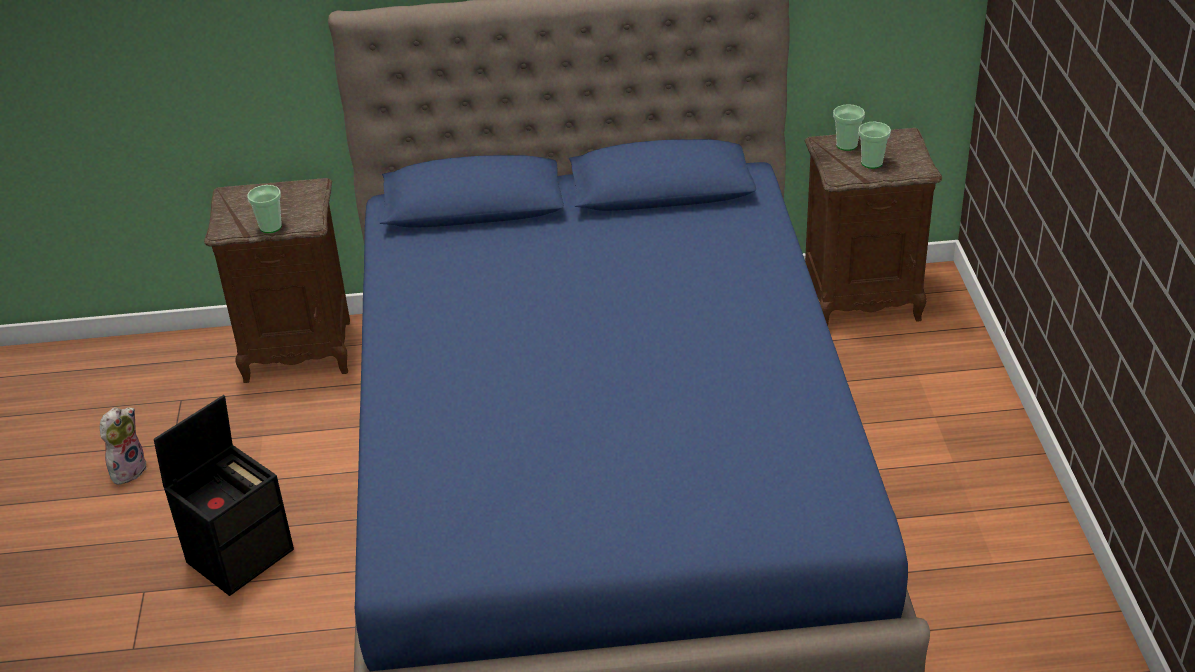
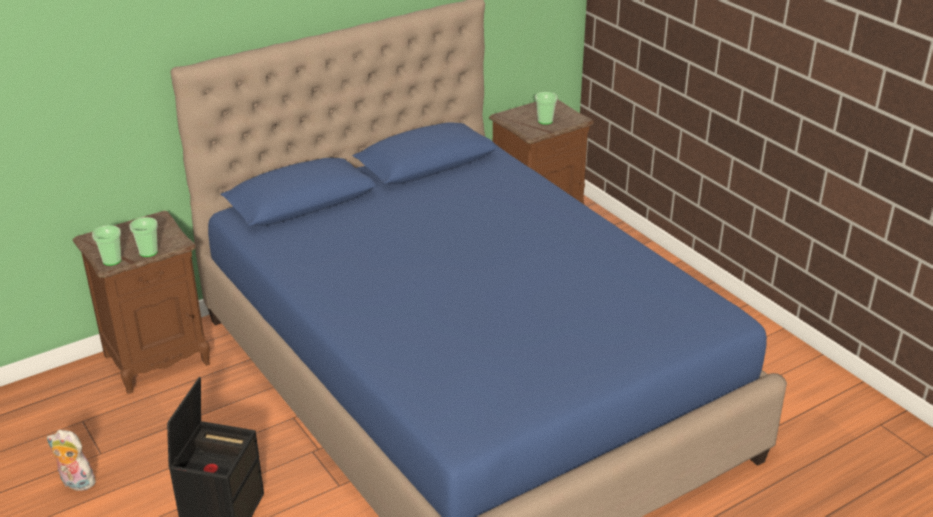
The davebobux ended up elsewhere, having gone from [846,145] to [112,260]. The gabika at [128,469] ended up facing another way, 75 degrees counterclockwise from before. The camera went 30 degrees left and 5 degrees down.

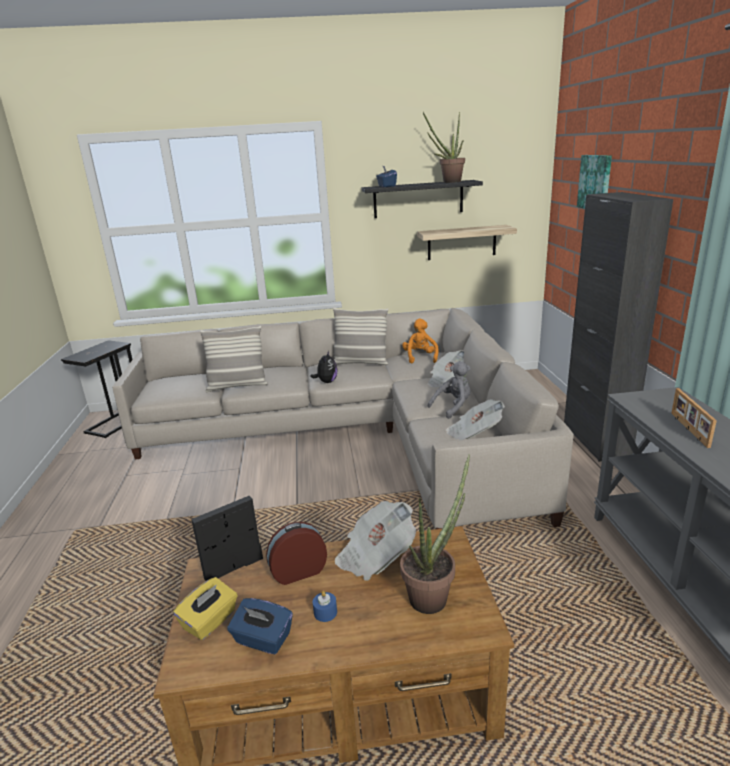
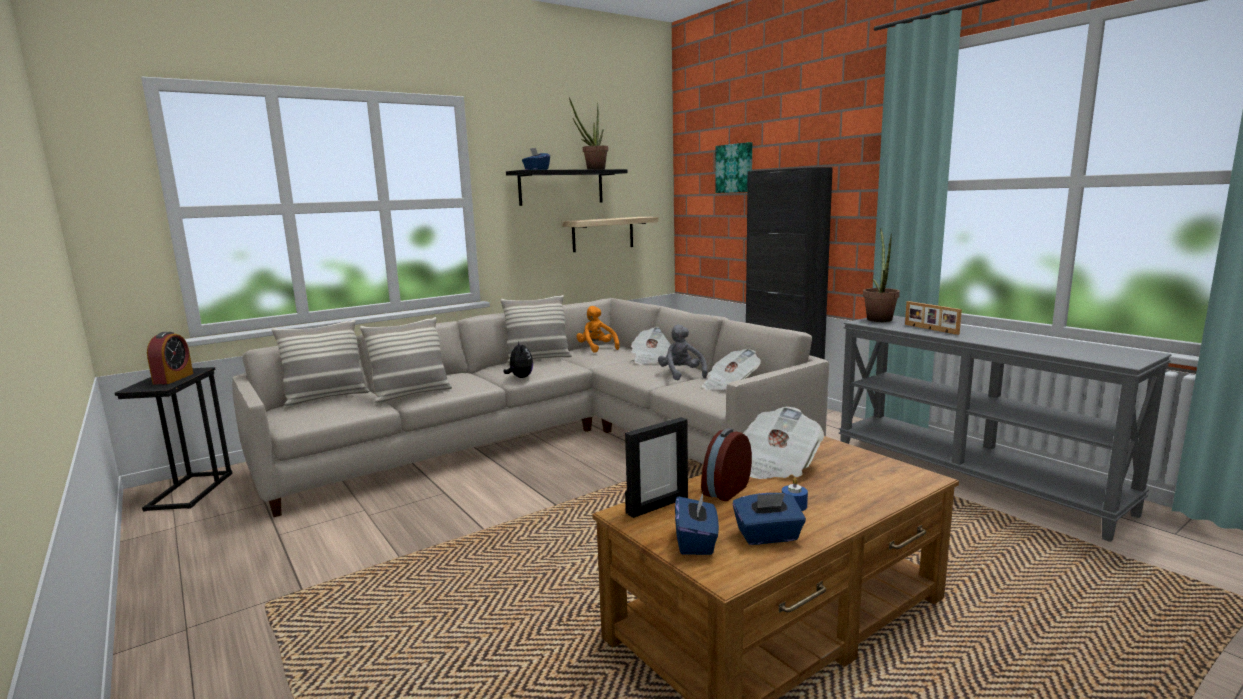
The gabika (grey) at [453,407] ended up facing another way, 45 degrees counterclockwise from before. The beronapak ended up elsewhere, having gone from [433,595] to [879,318]. The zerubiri at [234,568] ended up facing another way, 150 degrees counterclockwise from before. What was the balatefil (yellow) at [210,621] turned into the balatefil (blue) at [696,542]. The second view gained the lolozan at [326,398]. The second view gained the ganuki at [173,378]. The camera went 30 degrees left and 10 degrees down.

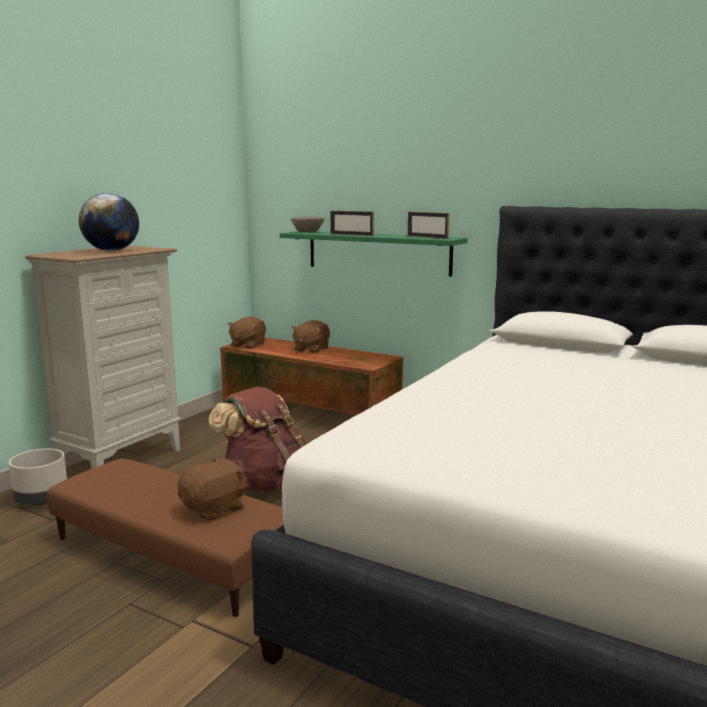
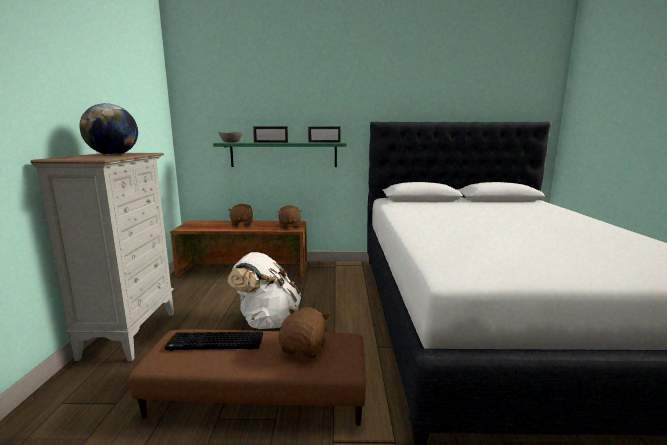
The gabika (brown) ended up elsewhere, having gone from [247,345] to [289,226]. What was the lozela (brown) at [265,483] turned into the lozela (white) at [267,322]. The second view lost the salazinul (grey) at [41,500]. The second view gained the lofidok at [214,343]. The camera went 30 degrees left and 0 degrees up.

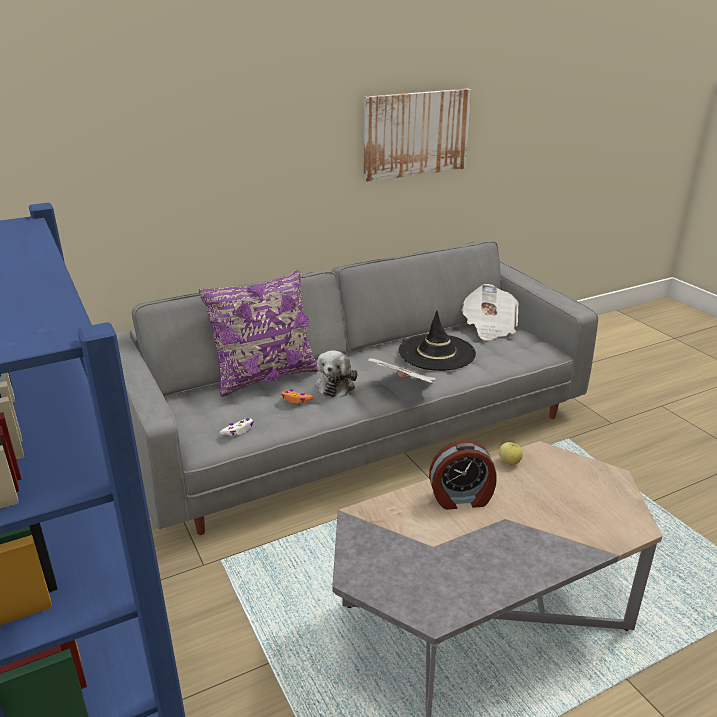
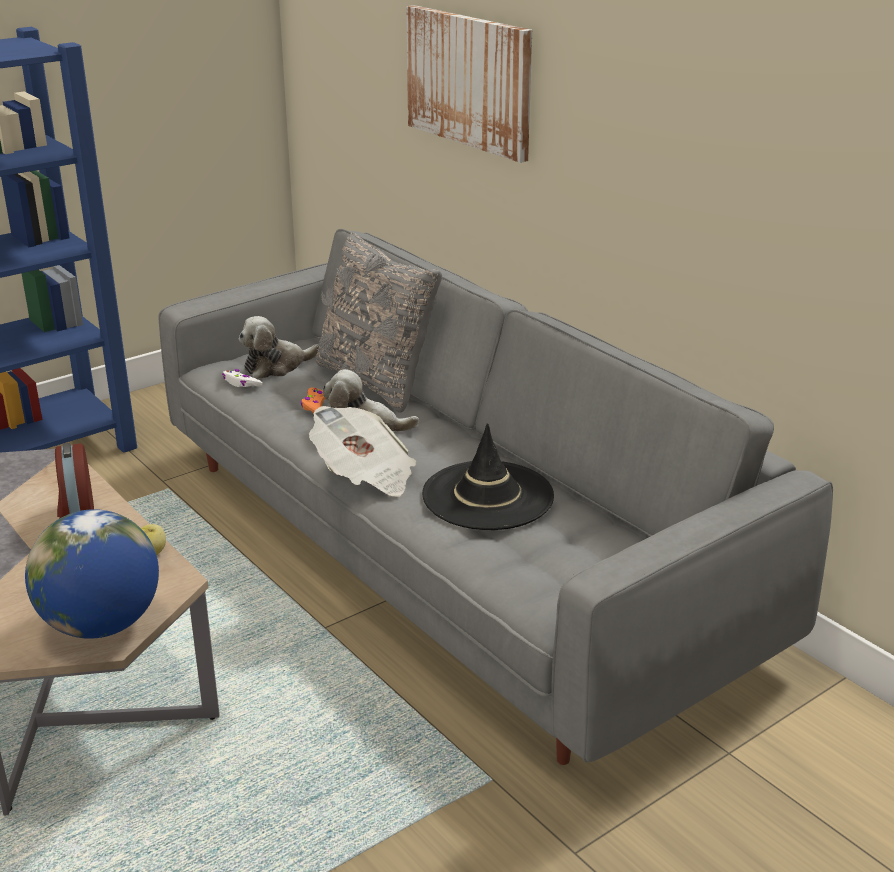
The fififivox ended up elsewhere, having gone from [415,134] to [469,80]. What was the lolozan (purple) at [265,378] turned into the lolozan (grey) at [373,383]. The second view lost the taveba at [489,327]. The second view gained the gabika at [276,366]. The second view gained the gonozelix at [102,625]. The camera went 80 degrees right and 0 degrees up.

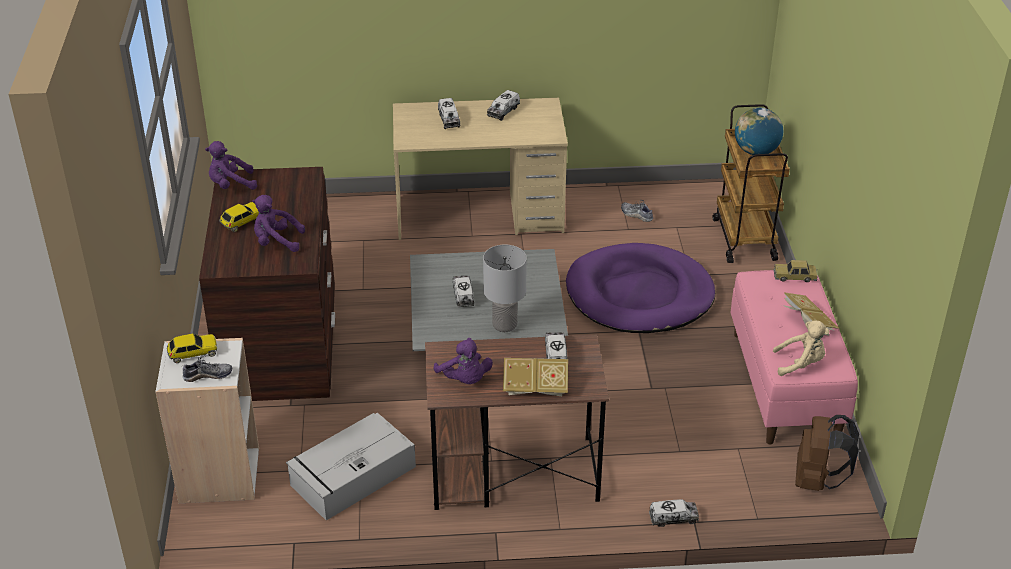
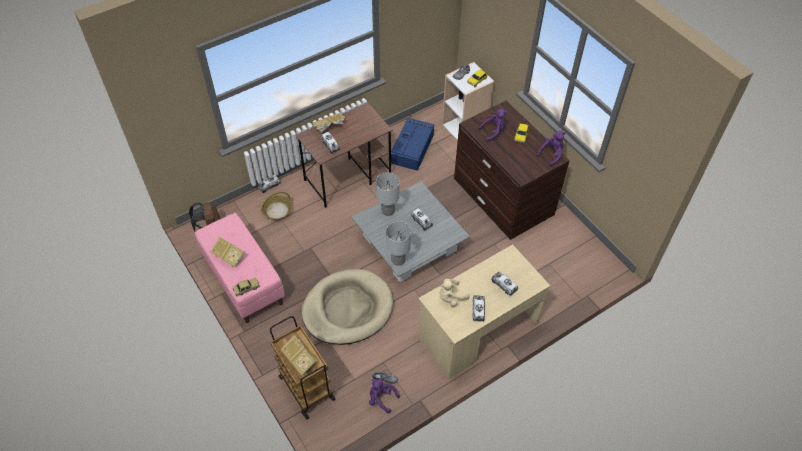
Where the gonozelix stood at [756,152], the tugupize came to stand at [300,359]. What was the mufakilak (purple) at [639,294] turned into the mufakilak (beige) at [347,309]. The gabika (beige) ended up elsewhere, having gone from [801,363] to [451,297]. The gabika (purple) ended up elsewhere, having gone from [465,380] to [381,399]. What was the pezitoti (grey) at [351,477] turned into the pezitoti (blue) at [412,148]. The second view gained the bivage at [277,210]. The second view gained the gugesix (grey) at [398,260]. The camera went 150 degrees right and 15 degrees up.

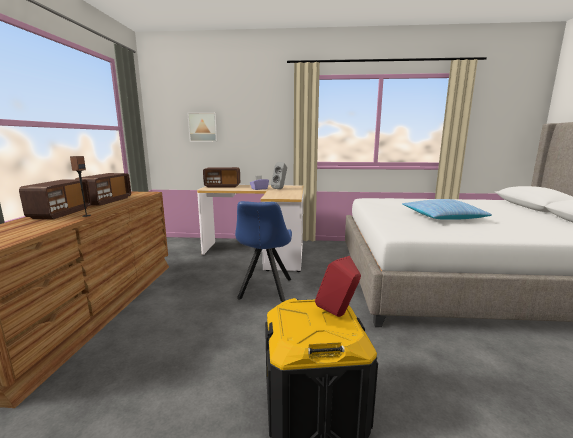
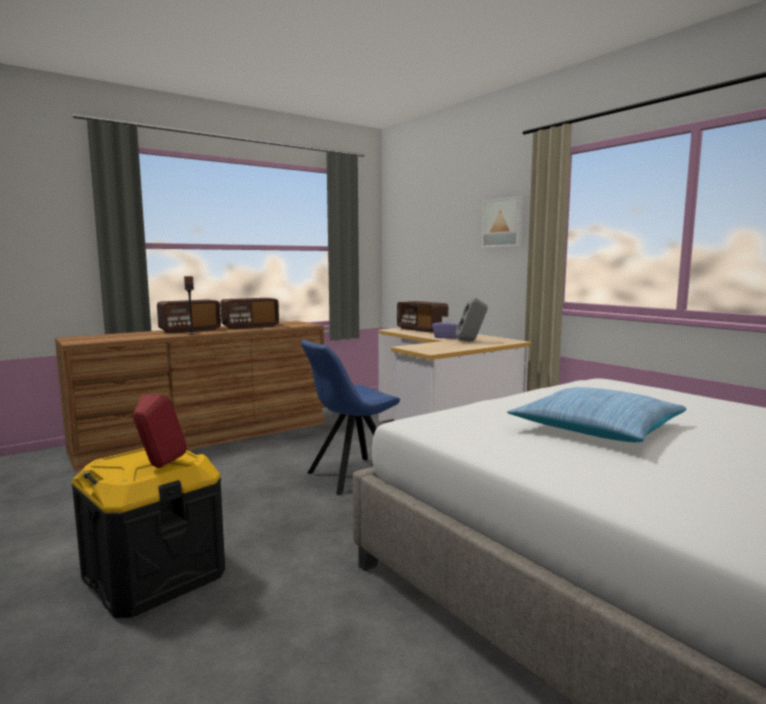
The fififivox ended up elsewhere, having gone from [203,127] to [503,223]. The camera went 50 degrees right and 5 degrees down.

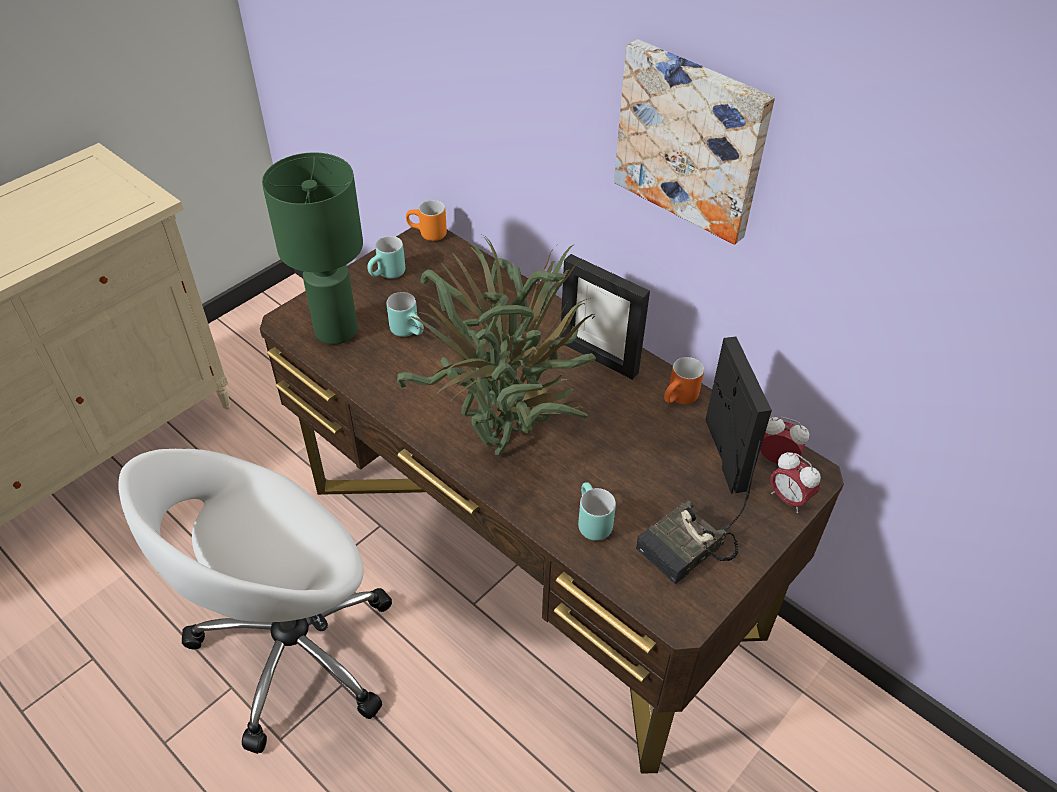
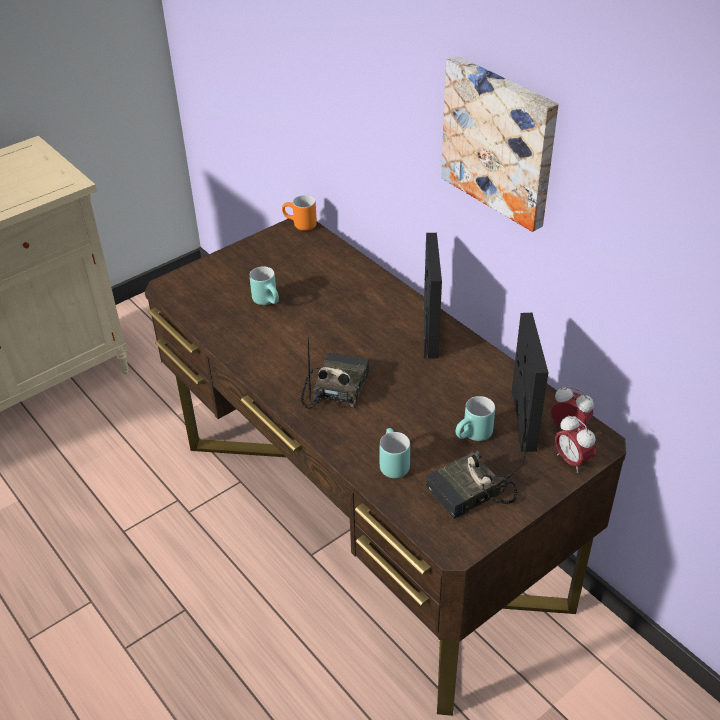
The second view lost the gugesix (green) at [335,330]. Where the beronapak stood at [508,433], the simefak came to stand at [335,388]. The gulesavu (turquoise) ended up elsewhere, having gone from [388,275] to [474,437]. The zerubiri at [599,356] ended up facing another way, 135 degrees counterclockwise from before. The second view lost the gulesavu (orange) at [680,400]. The second view lost the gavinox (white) at [290,652]. The camera went 10 degrees right and 5 degrees down.

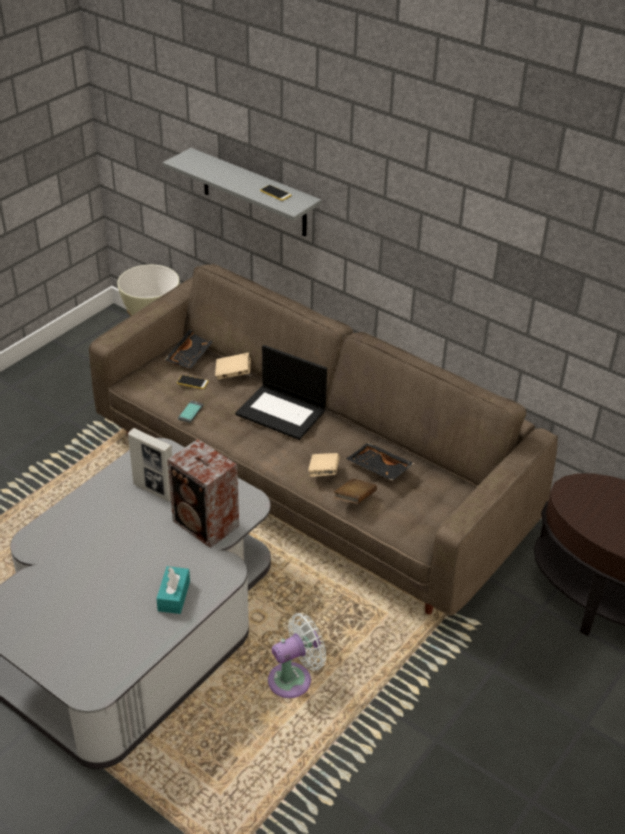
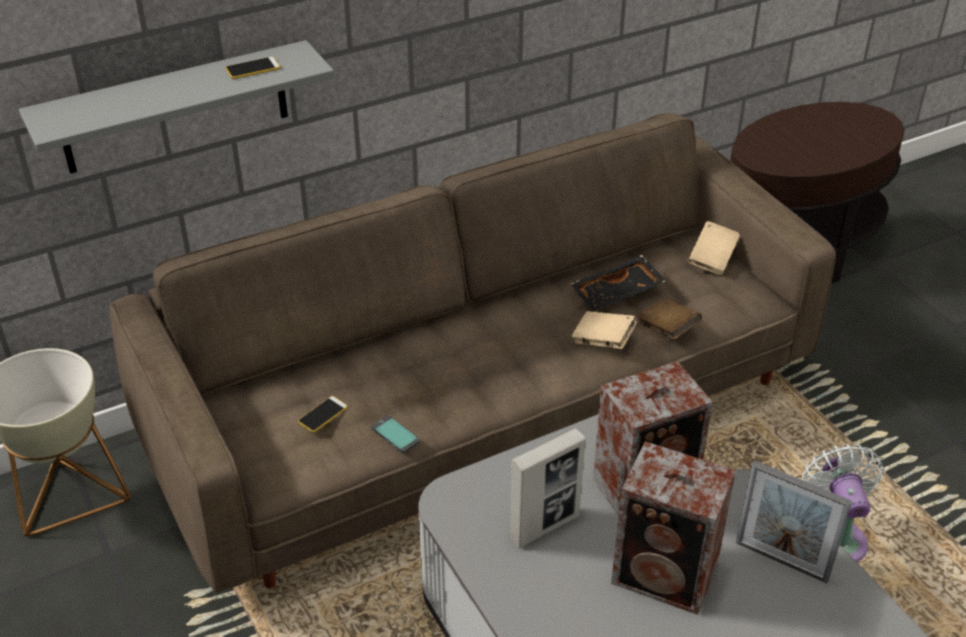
The second view lost the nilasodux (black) at [192,354]. The second view lost the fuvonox at [282,412]. The tugupize (beige) ended up elsewhere, having gone from [233,373] to [712,259]. Where the balatefil (turquoise) stood at [174,596], the zerubiri came to stand at [781,561]. The second view gained the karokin at [667,576]. The camera went 65 degrees left and 0 degrees up.

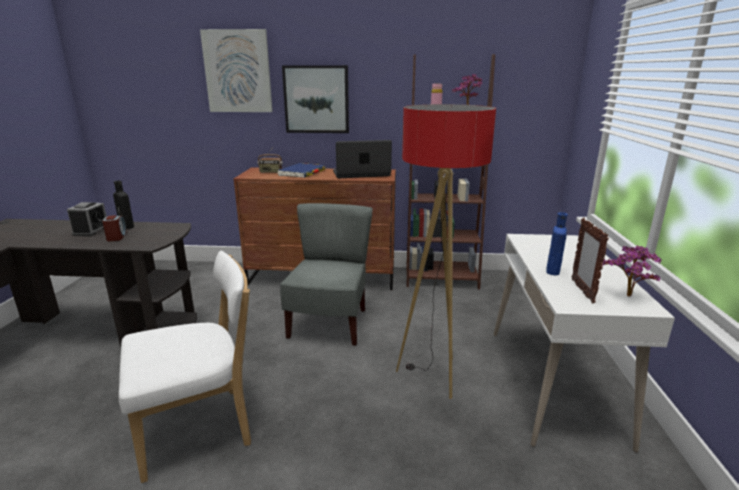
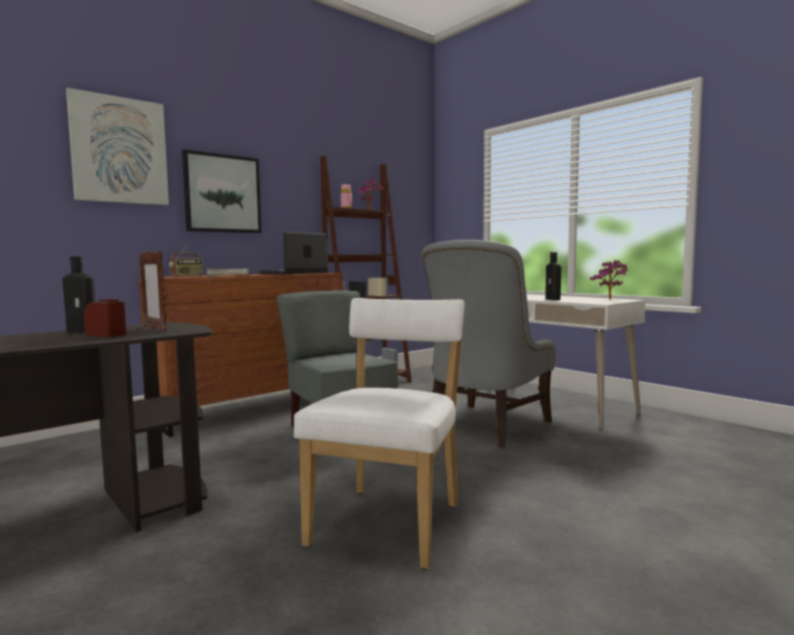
Where the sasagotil stood at [432,375], the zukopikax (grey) came to stand at [485,425]. The second view lost the ganuki at [91,231]. What was the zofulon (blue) at [553,271] turned into the zofulon (black) at [553,299]. The zerubiri ended up elsewhere, having gone from [582,291] to [155,329]. The camera went 45 degrees left and 15 degrees down.

